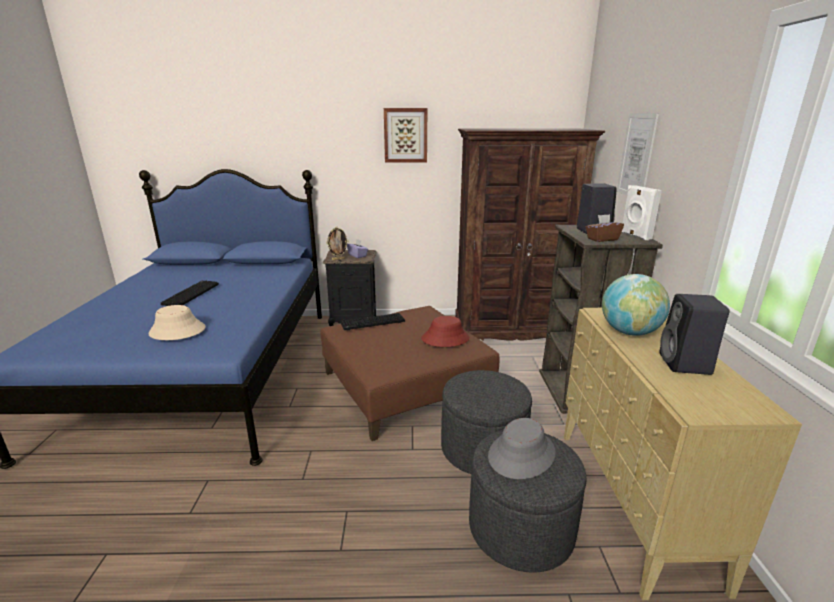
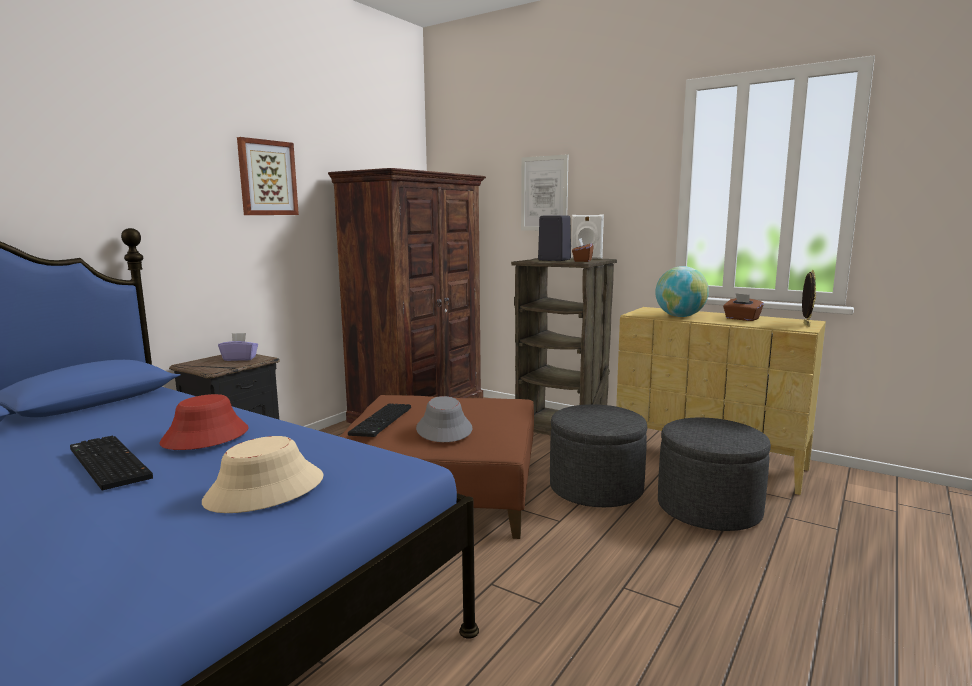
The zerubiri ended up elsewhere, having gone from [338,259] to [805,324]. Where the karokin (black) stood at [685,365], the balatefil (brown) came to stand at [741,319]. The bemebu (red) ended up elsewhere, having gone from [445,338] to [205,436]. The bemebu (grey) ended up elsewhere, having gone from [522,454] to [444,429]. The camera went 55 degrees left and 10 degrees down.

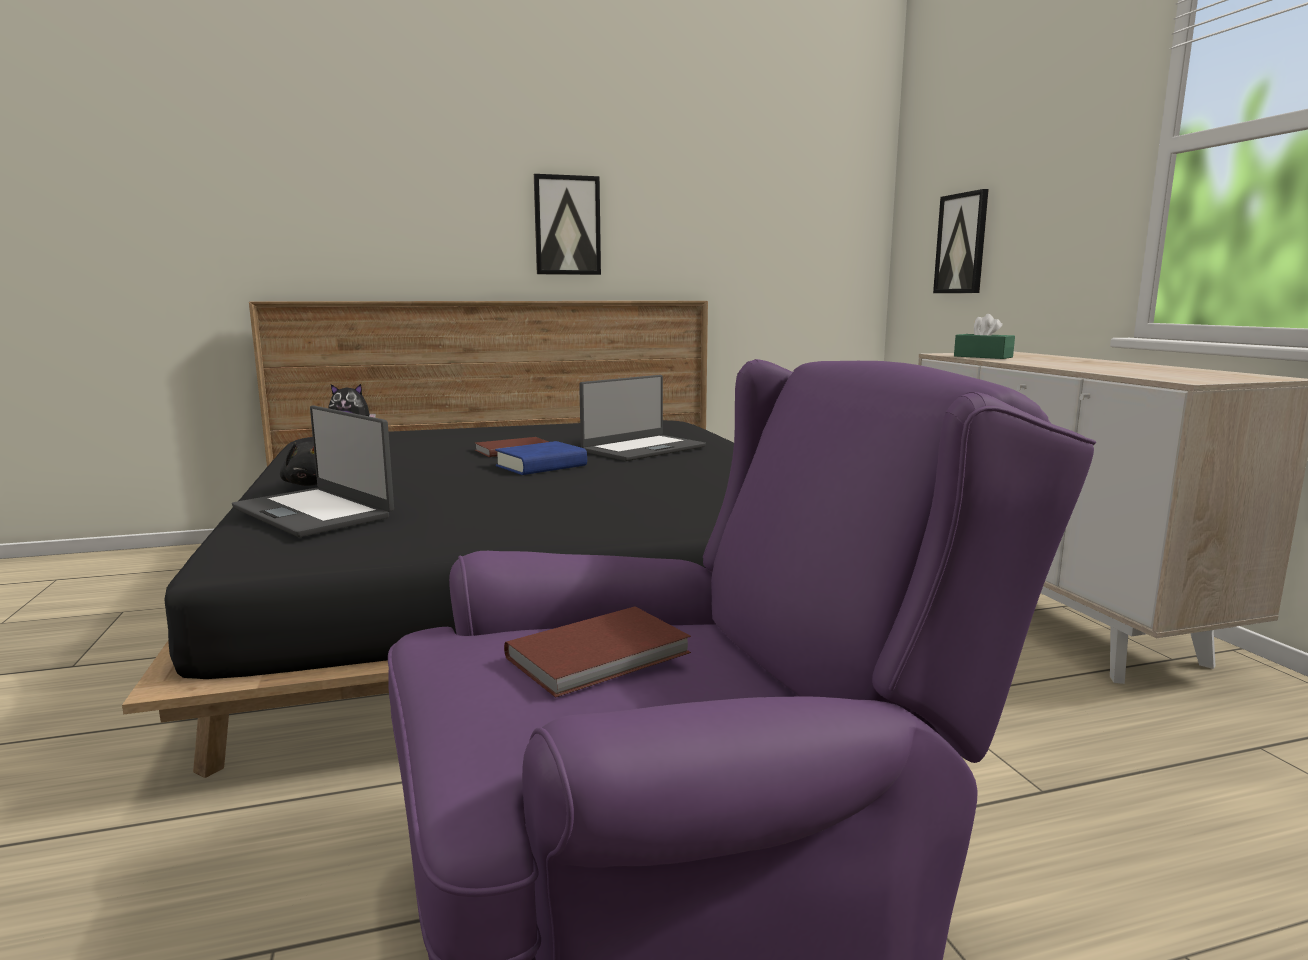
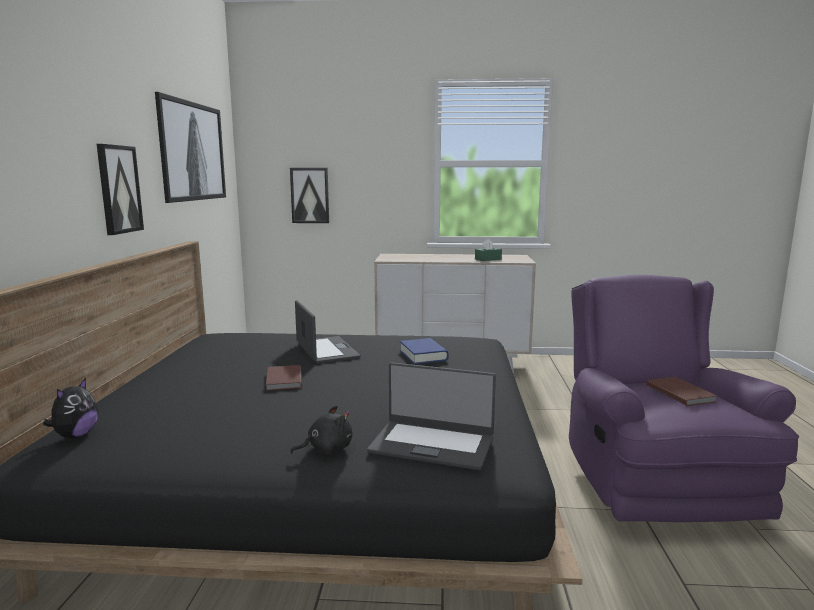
The balatefil (green) ended up elsewhere, having gone from [983,357] to [488,259]. The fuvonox at [314,512] ended up facing another way, 45 degrees clockwise from before. The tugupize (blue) ended up elsewhere, having gone from [541,466] to [423,355]. The second view gained the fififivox at [193,151]. The camera went 70 degrees left and 0 degrees up.

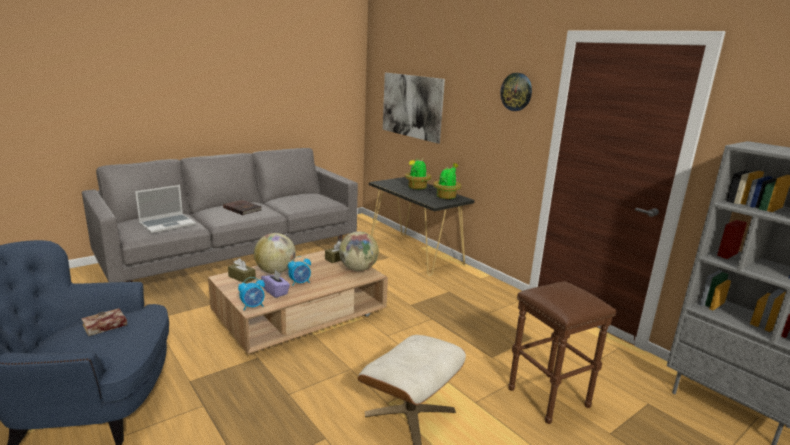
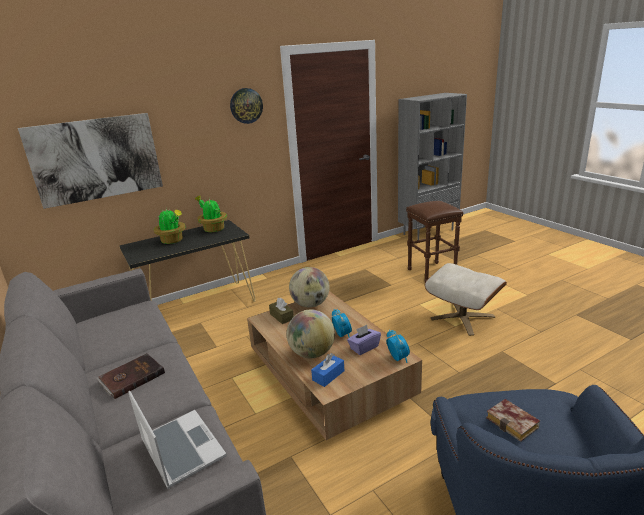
What was the balatefil (brown) at [242,278] turned into the balatefil (blue) at [328,375]. The camera went 80 degrees left and 5 degrees up.

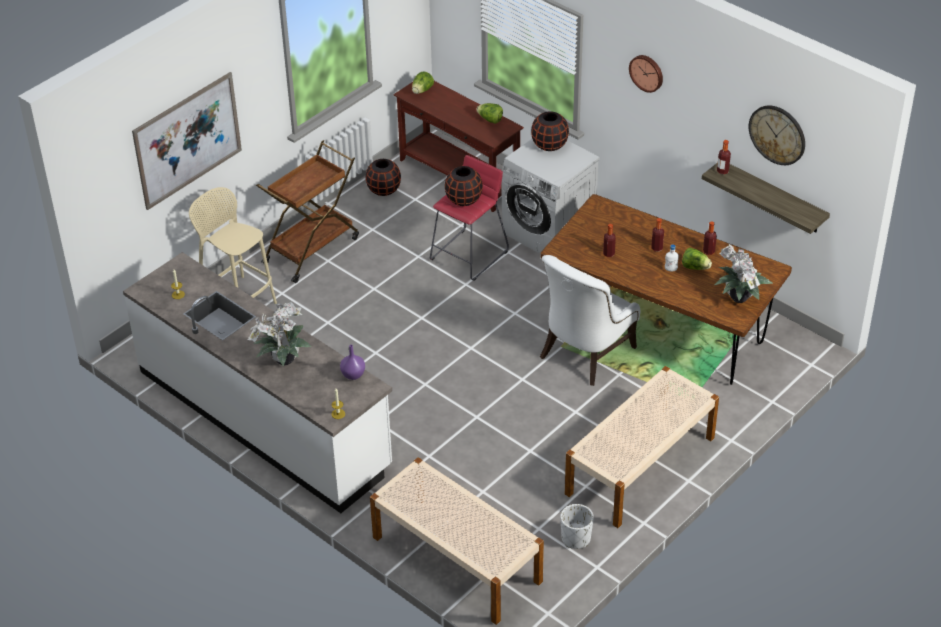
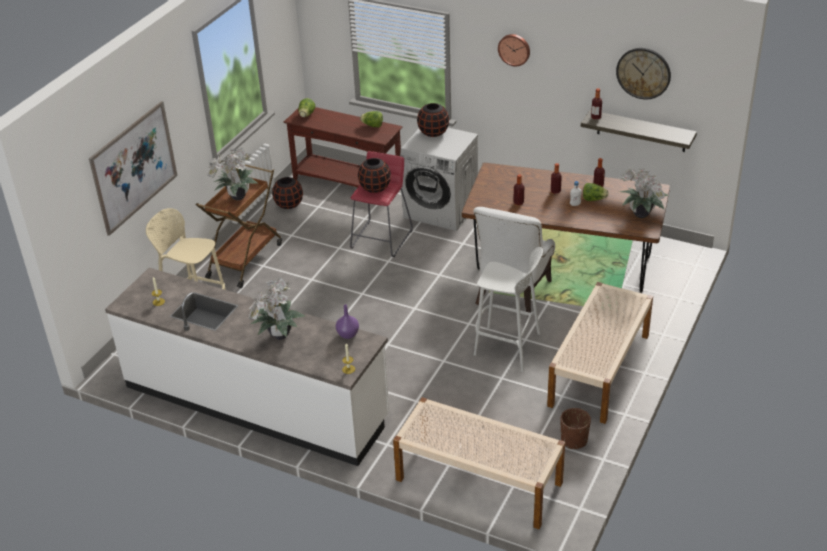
What was the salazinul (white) at [576,538] turned into the salazinul (brown) at [574,440]. The second view gained the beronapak at [236,197]. The second view gained the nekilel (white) at [508,347]. The camera went 15 degrees left and 5 degrees down.

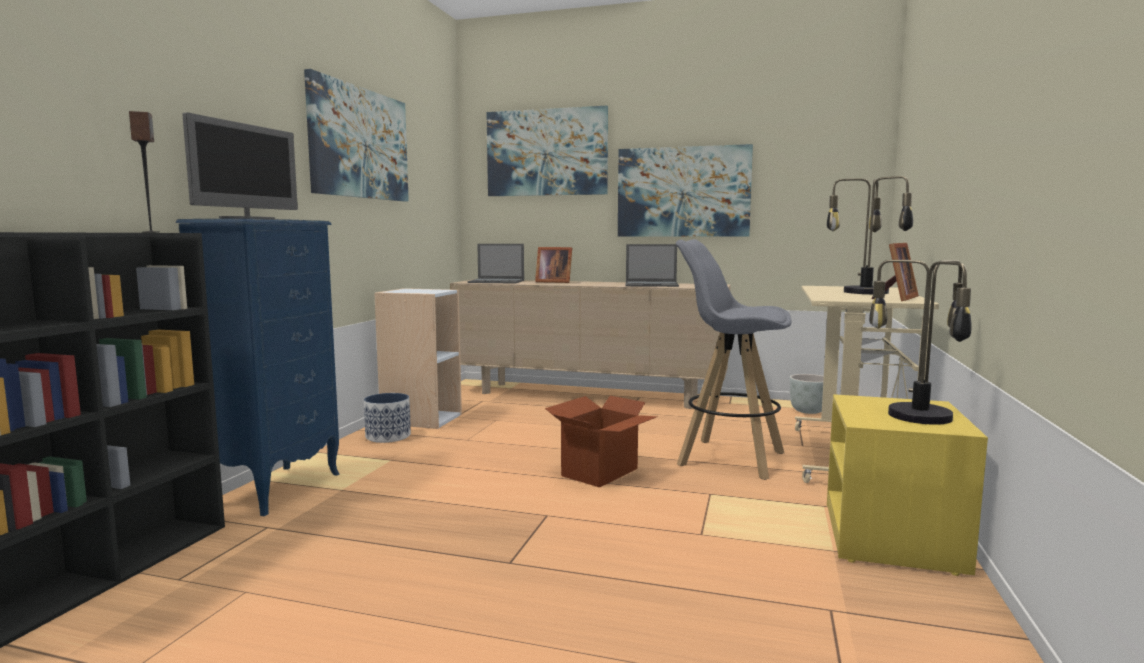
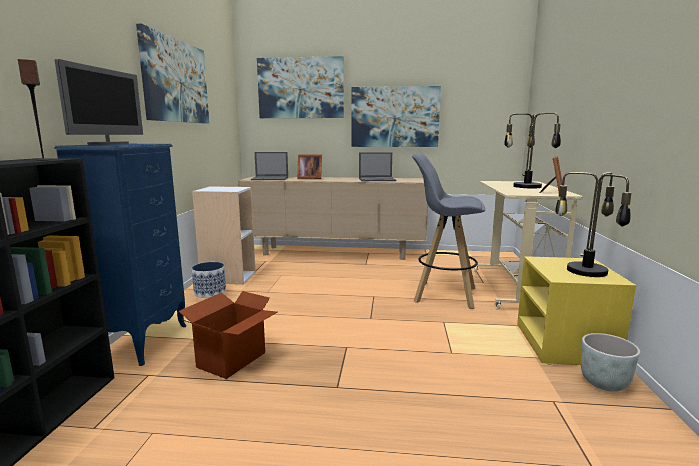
The salazinul (grey) ended up elsewhere, having gone from [808,411] to [604,383]. The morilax ended up elsewhere, having gone from [601,472] to [232,360]. The camera went 10 degrees left and 5 degrees up.

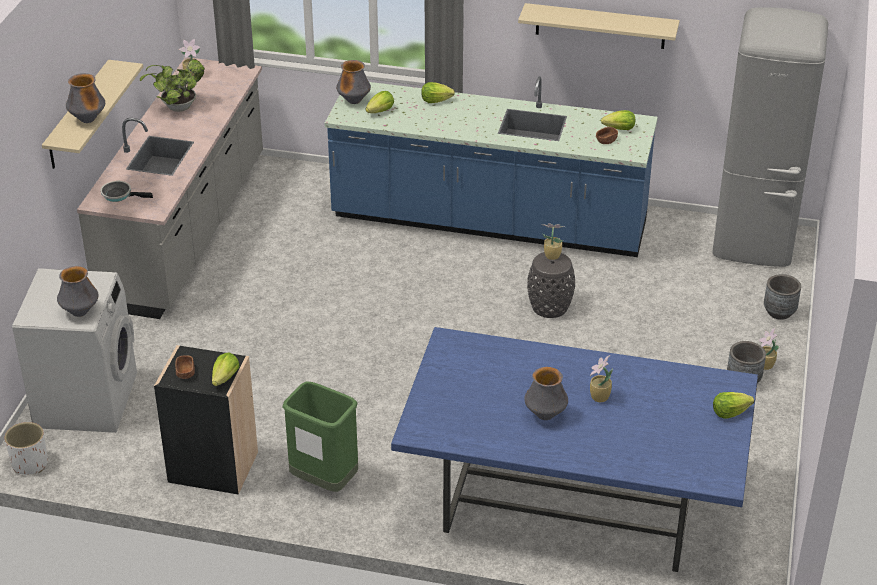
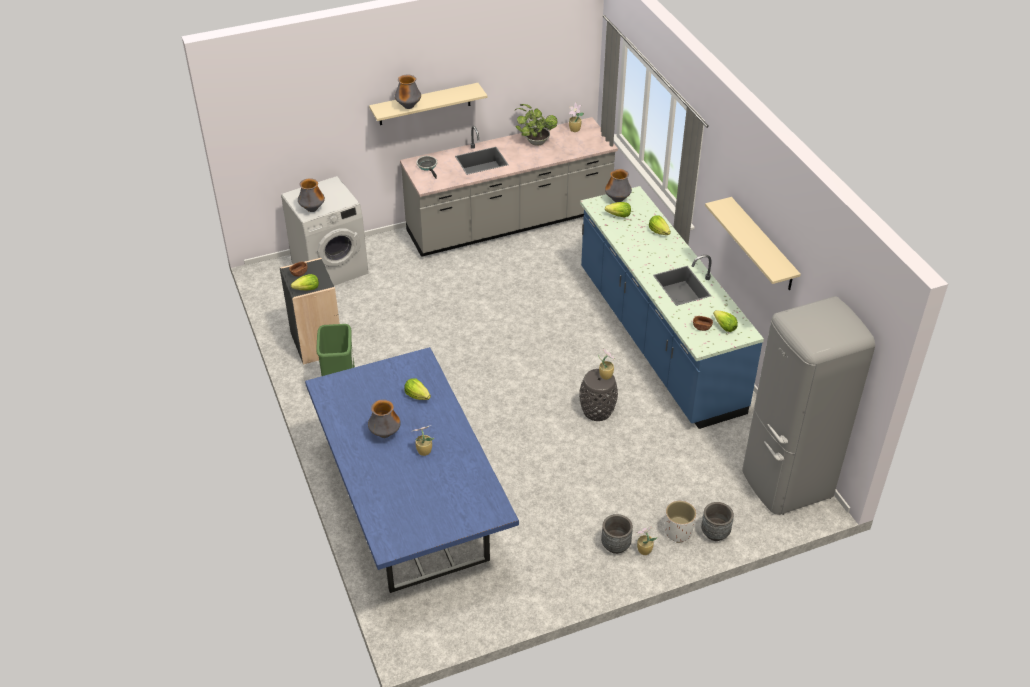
The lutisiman ended up elsewhere, having gone from [729,412] to [417,395]. The salazinul (white) ended up elsewhere, having gone from [30,464] to [678,532]. The camera went 55 degrees right and 5 degrees up.

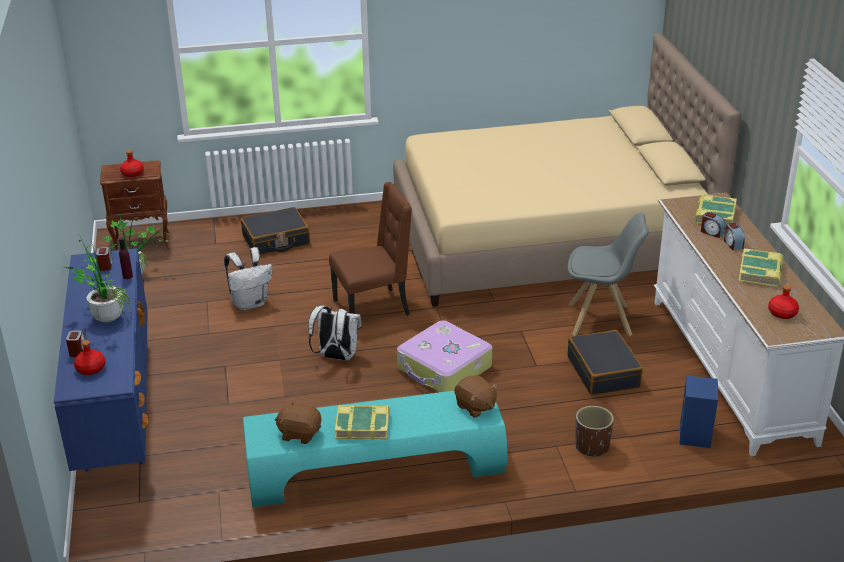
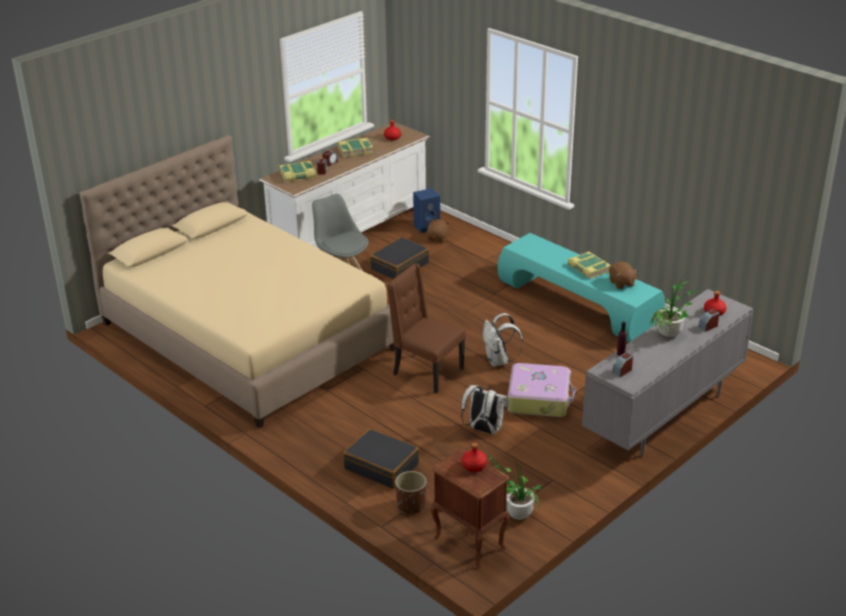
What was the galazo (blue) at [118,413] turned into the galazo (grey) at [663,416]. The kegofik ended up elsewhere, having gone from [444,368] to [539,398]. The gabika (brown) ended up elsewhere, having gone from [475,407] to [437,238]. The salazinul (brown) ended up elsewhere, having gone from [592,447] to [411,505]. The camera went 125 degrees left and 0 degrees up.

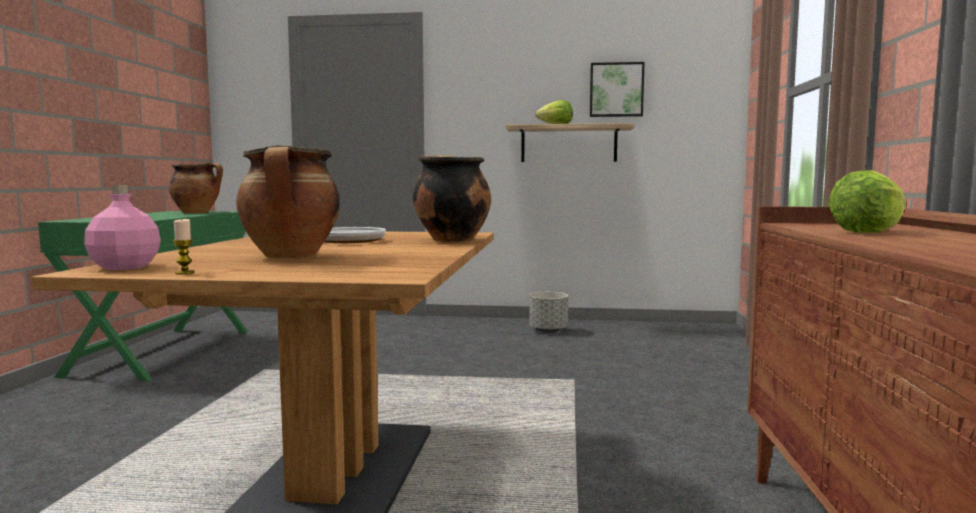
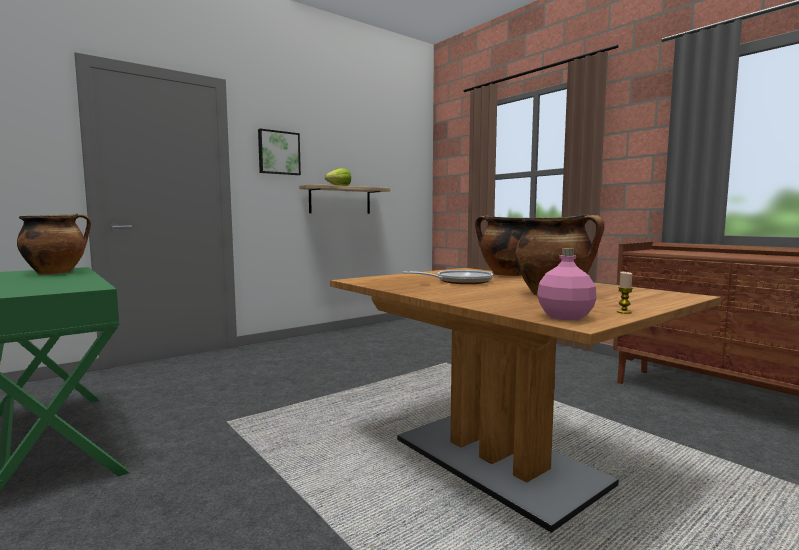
The fififivox ended up elsewhere, having gone from [616,90] to [278,153]. The second view lost the lutisiman at [868,232]. The second view lost the salazinul (grey) at [548,330]. The camera went 45 degrees left and 0 degrees up.

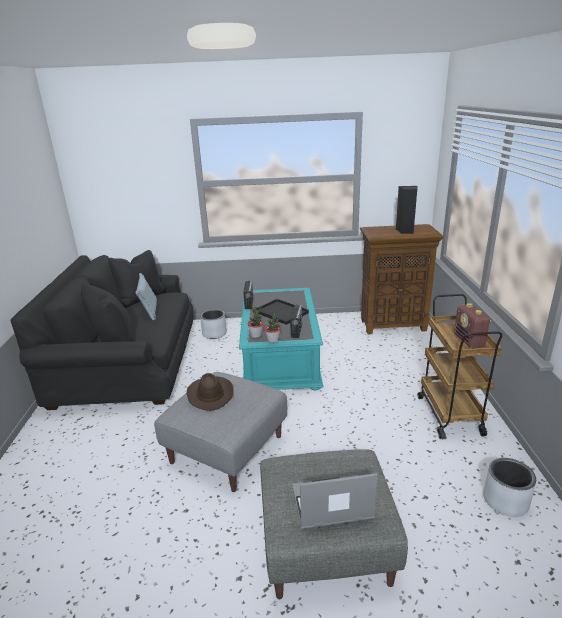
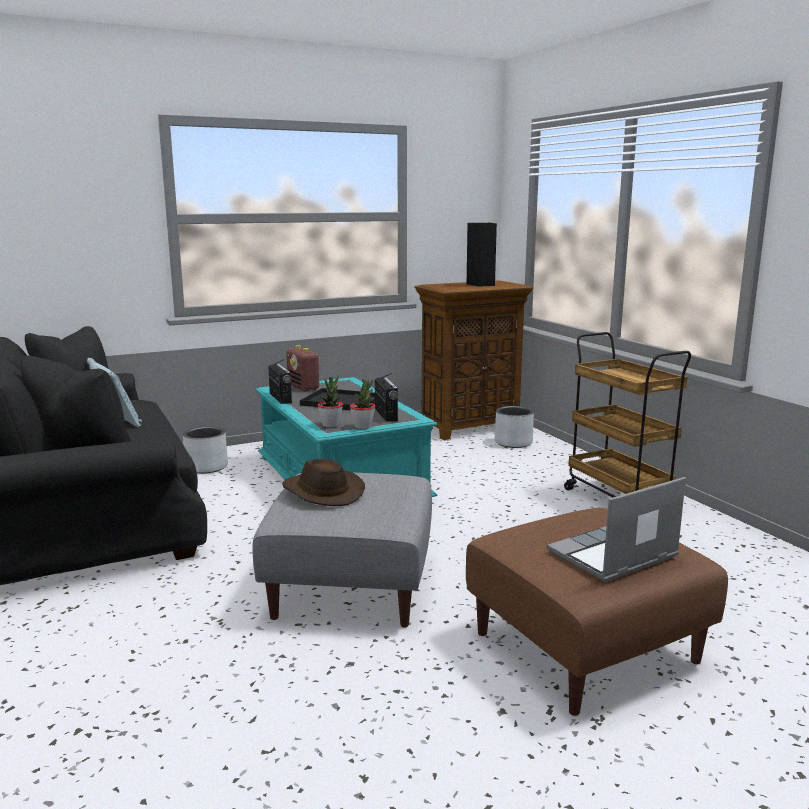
The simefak ended up elsewhere, having gone from [469,341] to [303,387]. What was the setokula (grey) at [326,545] turned into the setokula (brown) at [586,648]. The salazinul (grey) ended up elsewhere, having gone from [505,501] to [513,443]. The camera went 25 degrees left and 10 degrees down.

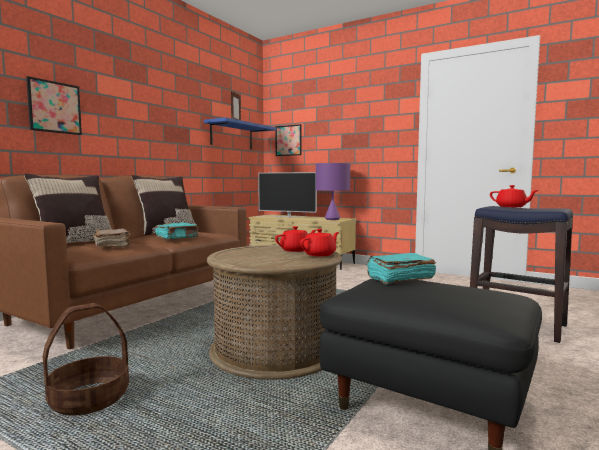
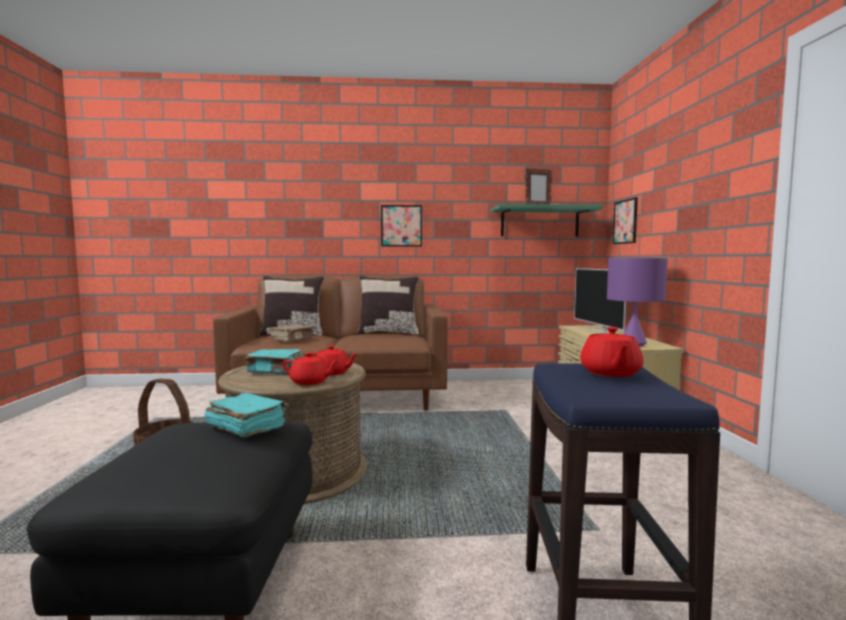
The fififivox ended up elsewhere, having gone from [54,107] to [401,225]. What was the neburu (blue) at [232,135] turned into the neburu (green) at [539,222]. The tugupize (turquoise) ended up elsewhere, having gone from [177,238] to [276,371]. The camera went 55 degrees right and 0 degrees up.

